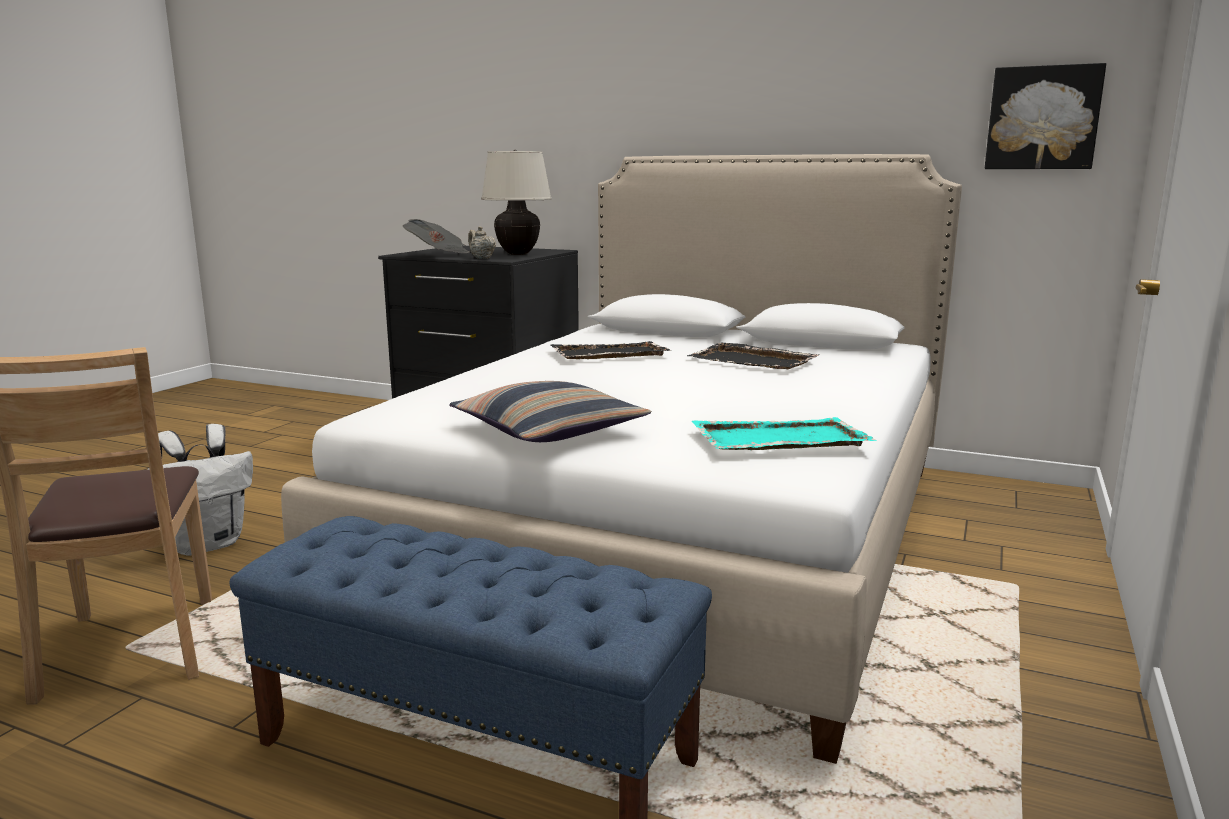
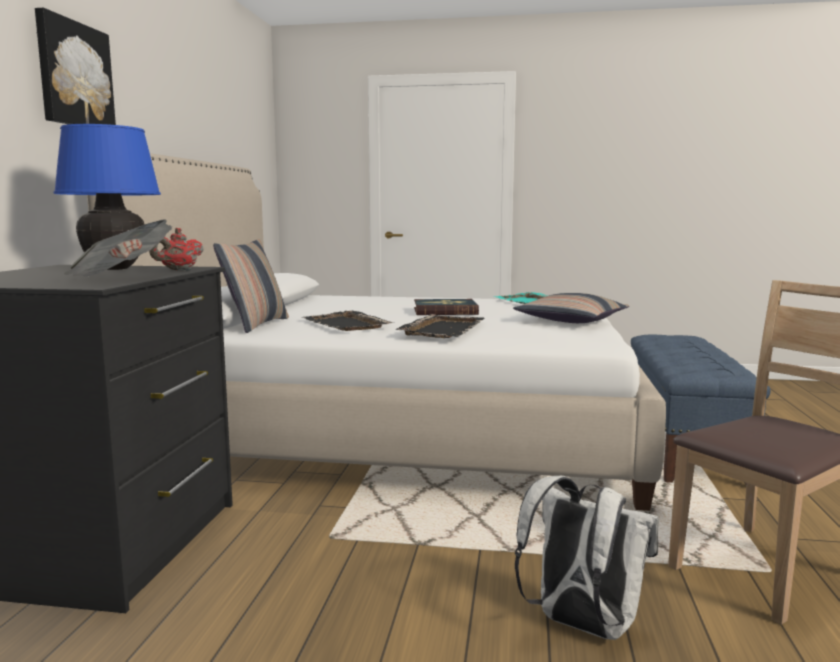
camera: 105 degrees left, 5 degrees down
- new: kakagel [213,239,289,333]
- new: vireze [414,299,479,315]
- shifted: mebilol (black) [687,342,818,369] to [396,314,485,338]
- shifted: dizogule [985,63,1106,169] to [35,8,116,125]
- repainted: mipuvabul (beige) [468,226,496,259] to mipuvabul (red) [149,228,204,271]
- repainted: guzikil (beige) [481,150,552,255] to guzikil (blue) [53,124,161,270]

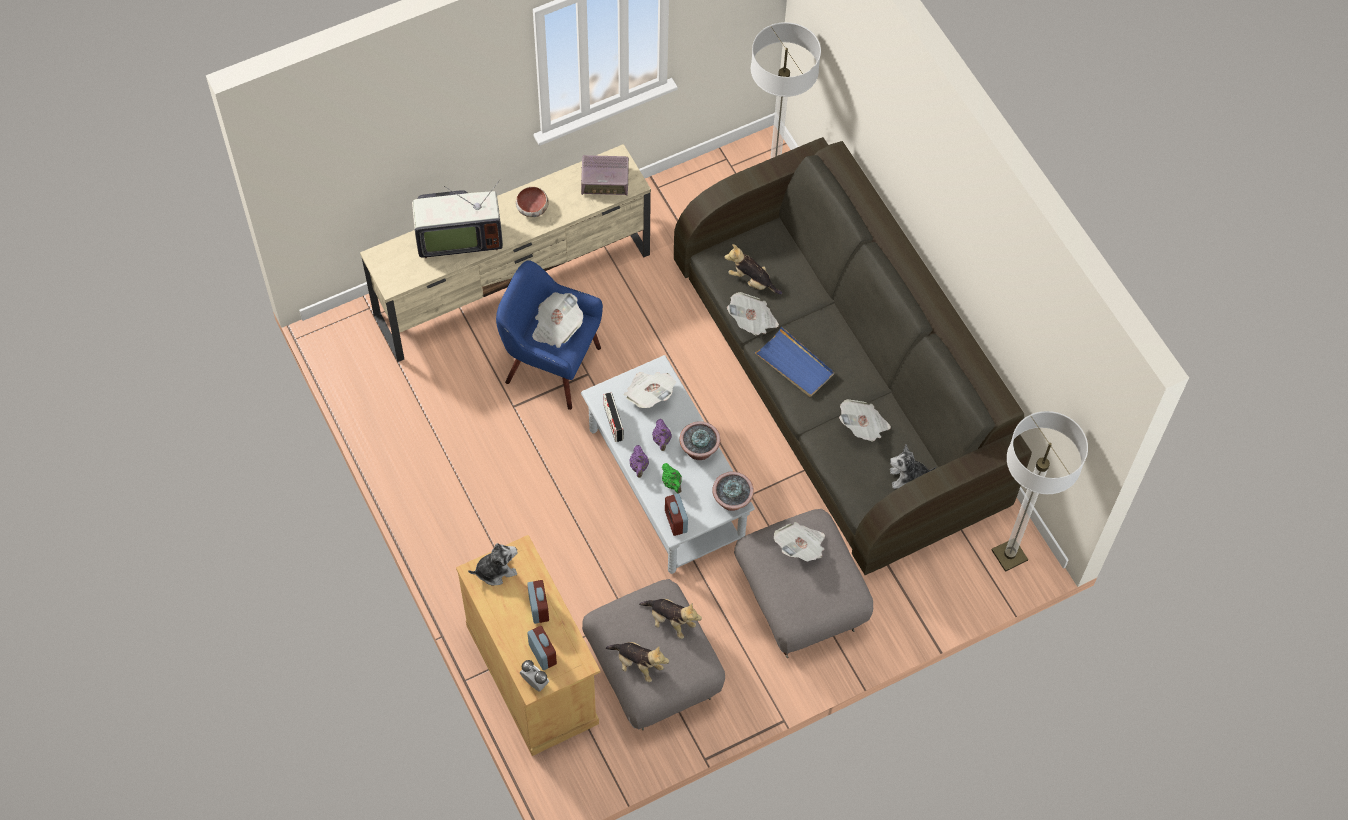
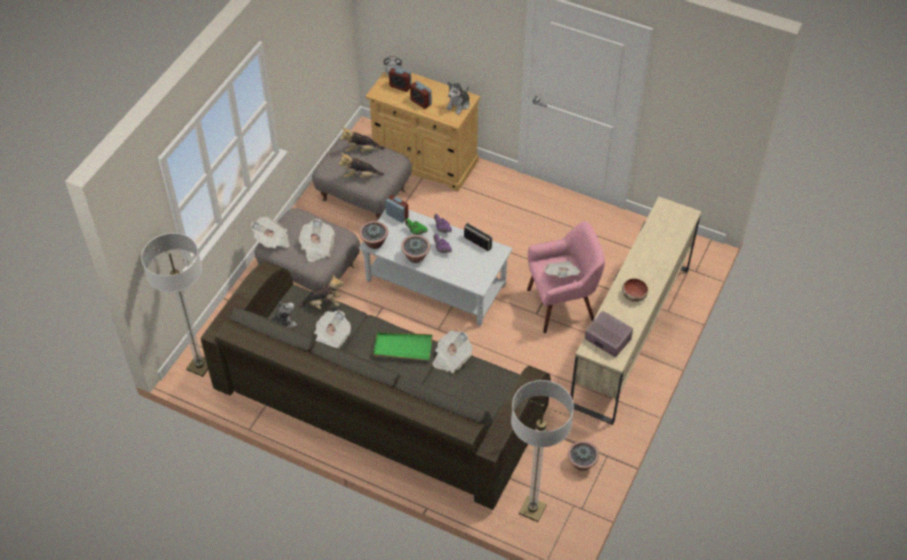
camera: 145 degrees right, 10 degrees down
- gone: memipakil [412,180,503,258]
- new: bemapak [568,441,599,471]
- shifted: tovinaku [624,372,676,408] to [251,217,289,249]
- shifted: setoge [724,244,782,295] to [298,275,344,309]
- repainted: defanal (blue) [496,260,603,410] to defanal (pink) [527,221,605,333]
- repainted: mebilol (blue) [754,326,834,397] to mebilol (green) [373,332,433,361]
- rotated: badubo [581,155,629,196] = [585,311,633,357] 75 degrees clockwise

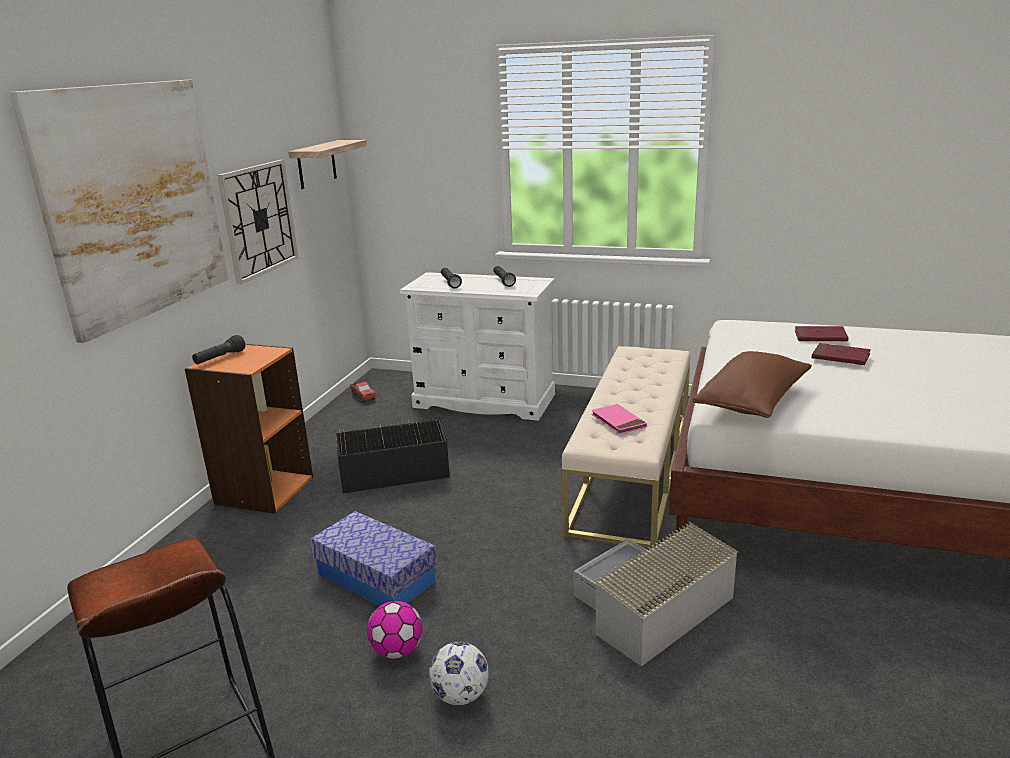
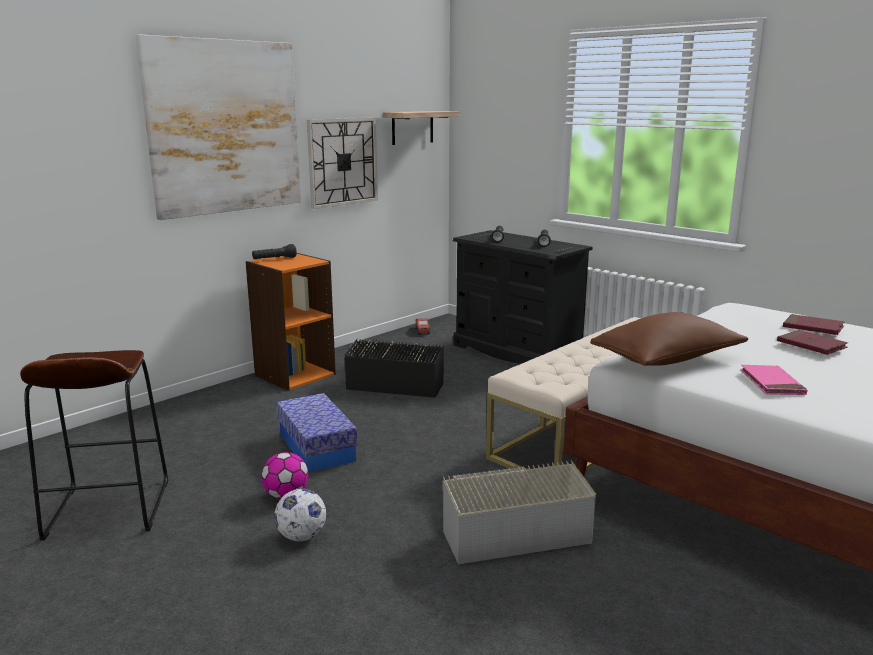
camera: 25 degrees right, 5 degrees down
- shifted: vireze (pink) [591,404,647,434] to [740,365,808,395]
- repainted: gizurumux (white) [400,272,555,421] to gizurumux (black) [453,230,593,364]

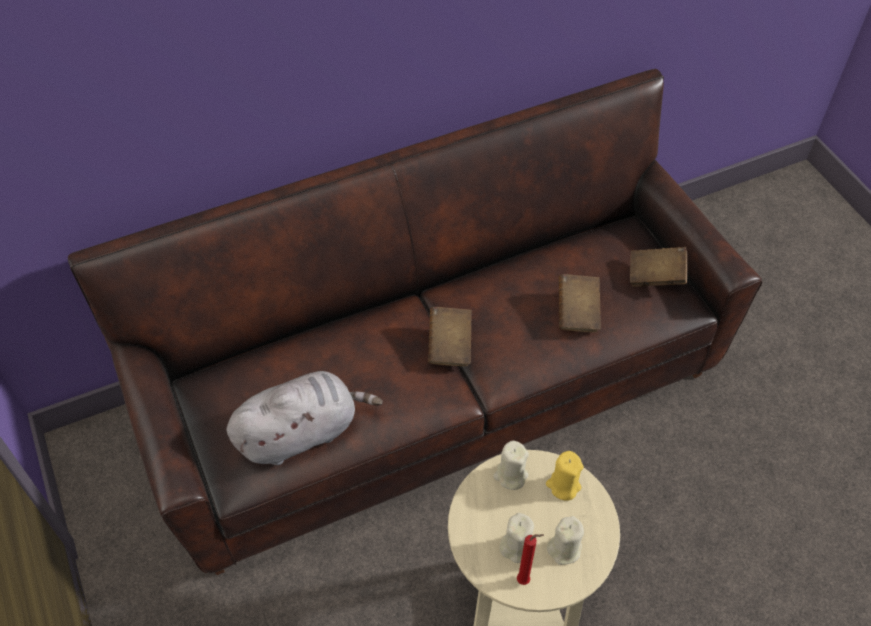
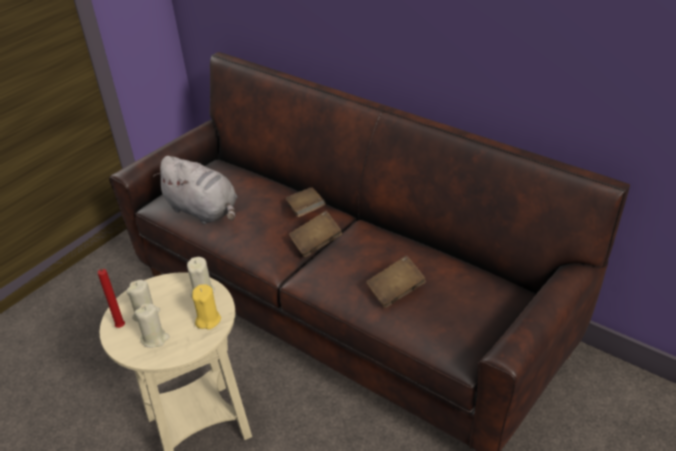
camera: 65 degrees right, 15 degrees down
- shifted: vireze (brown) [630,247,687,287] to [285,187,325,217]

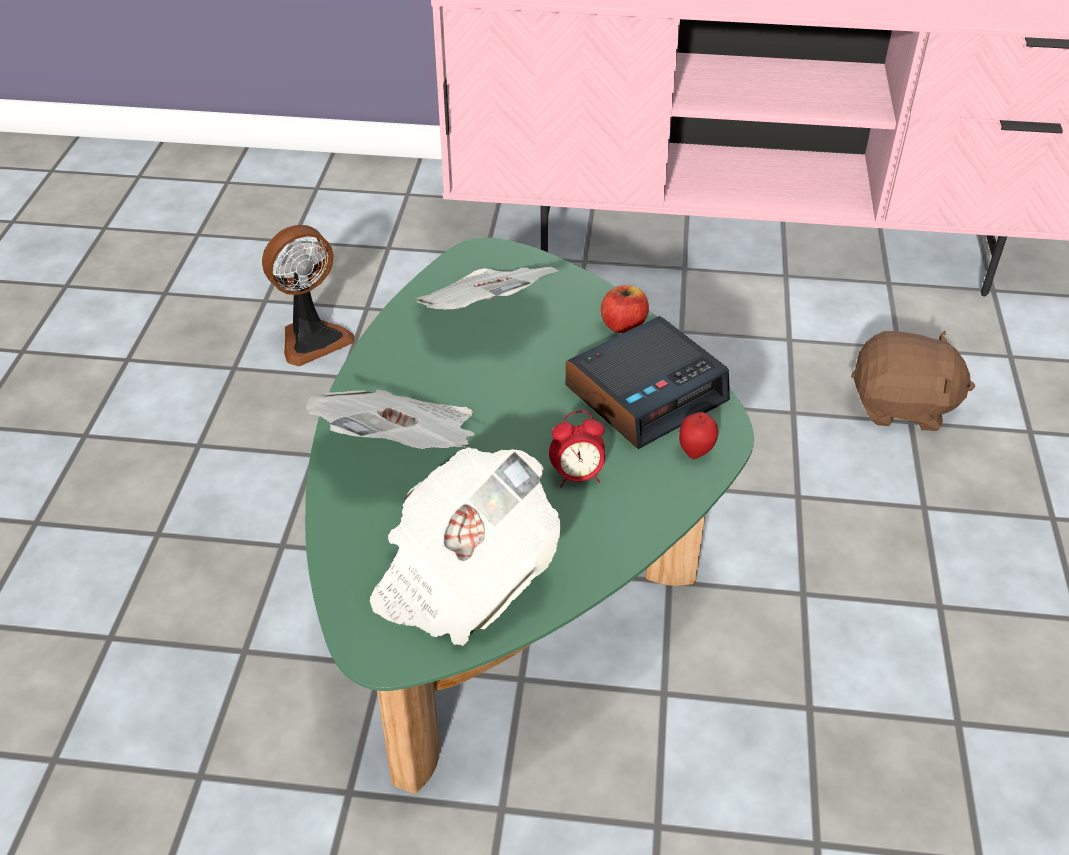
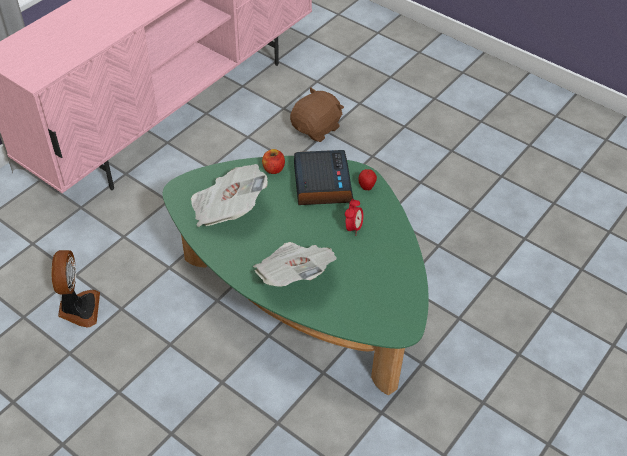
camera: 60 degrees left, 5 degrees up
- gone: tovinaku [370,447,561,646]

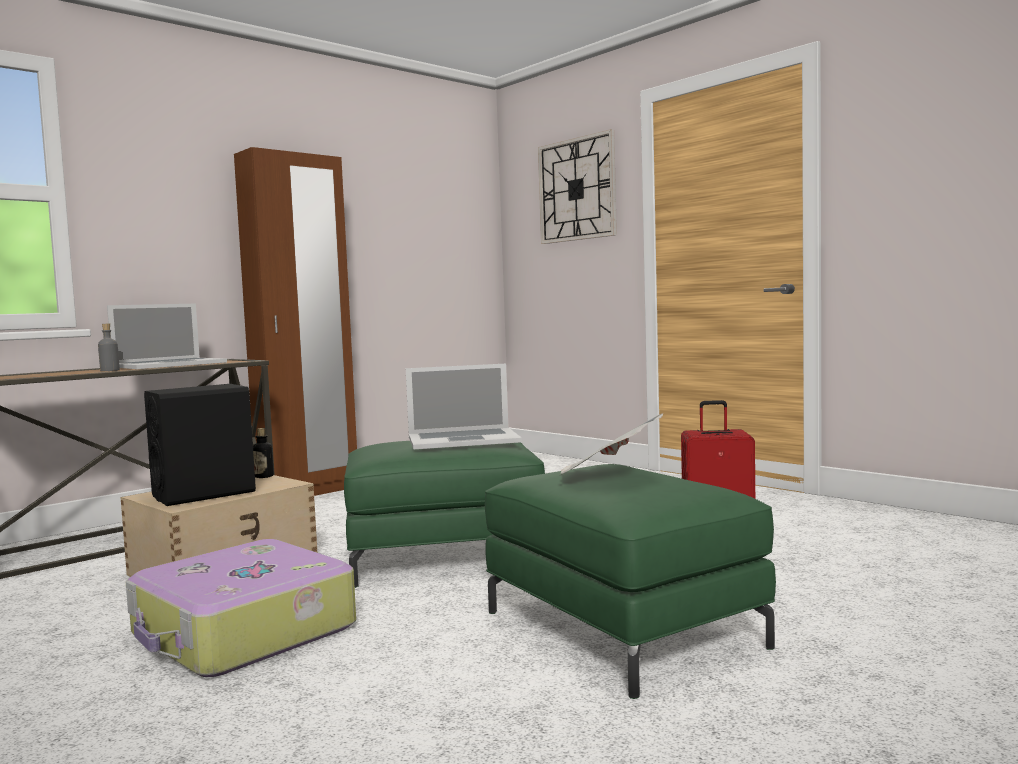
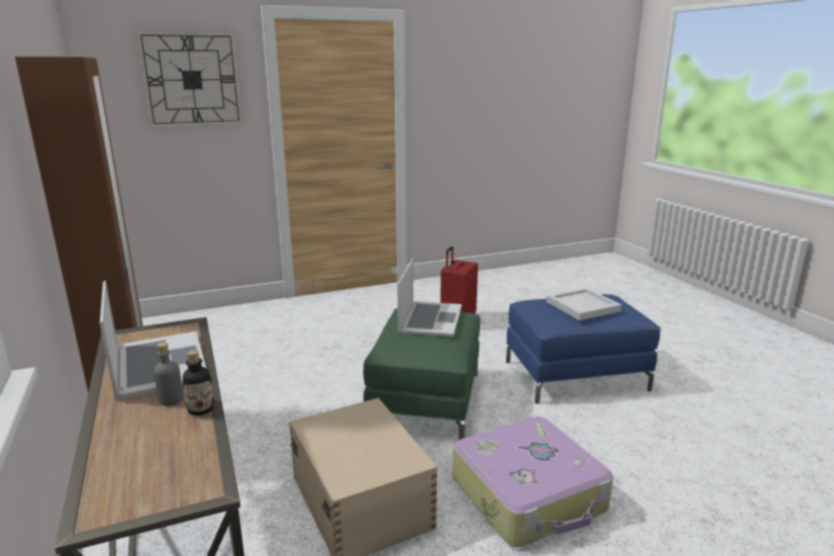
camera: 70 degrees left, 15 degrees up
- gone: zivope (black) [144,384,256,506]
- shifted: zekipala [253,428,274,478] to [182,350,214,416]
- swapped: tovinaku [561,414,663,475] to mebilol (white) [547,288,621,321]
- repainted: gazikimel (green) [485,464,776,699] to gazikimel (blue) [506,294,660,404]

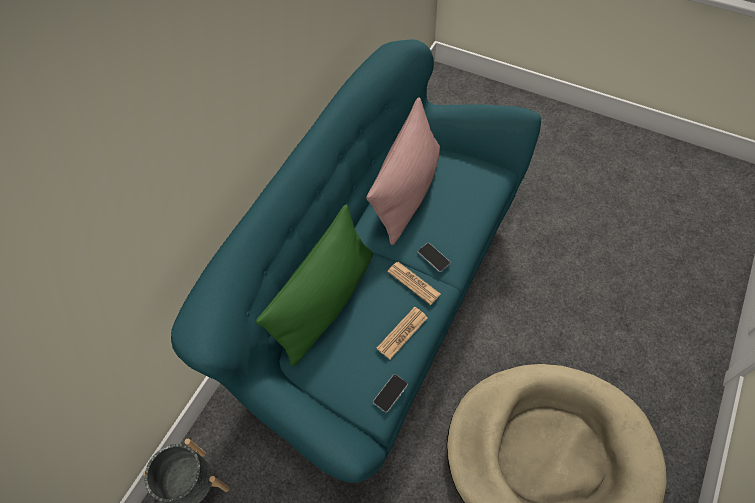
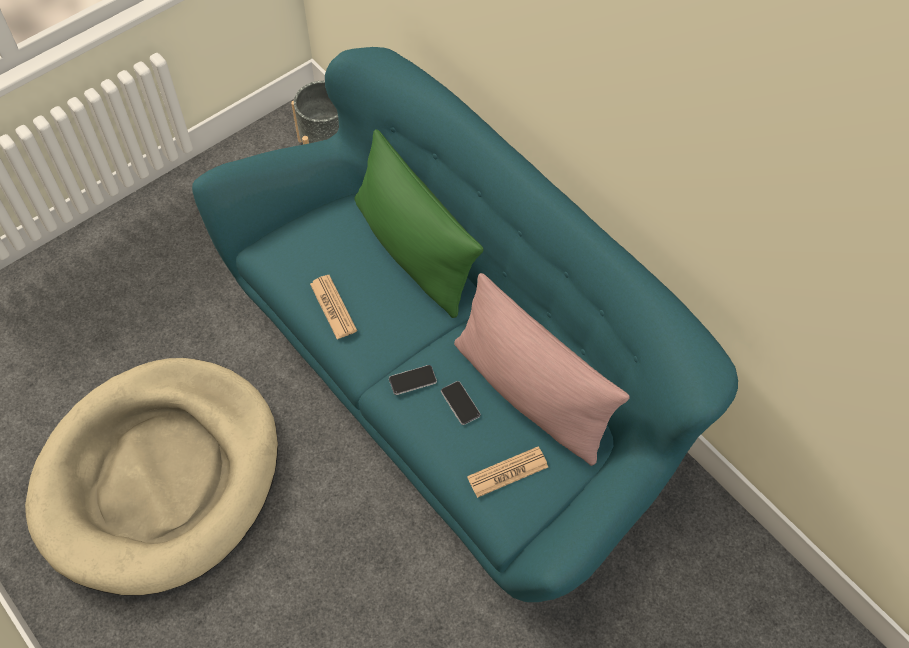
camera: 110 degrees right, 0 degrees up
- shifted: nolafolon [373,374,408,412] to [441,381,481,425]
- shifted: tovinaku [387,262,441,305] to [467,447,548,498]

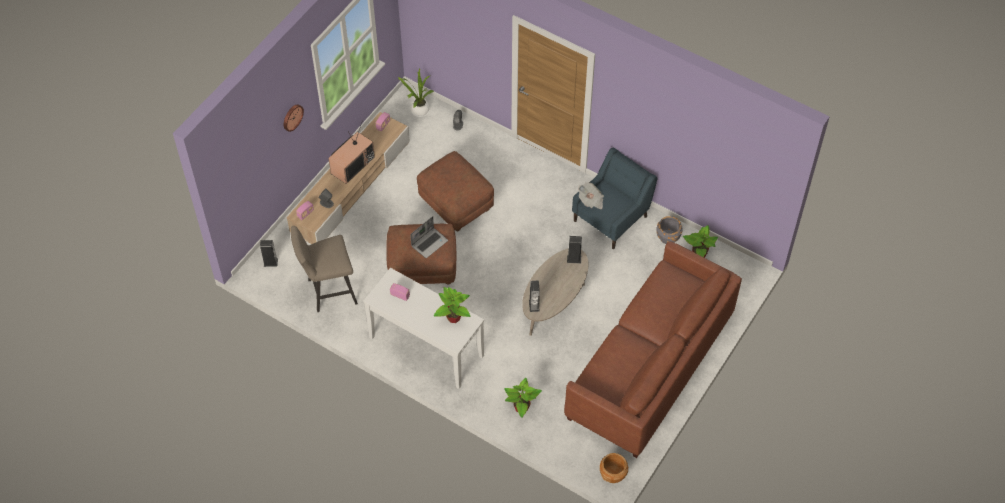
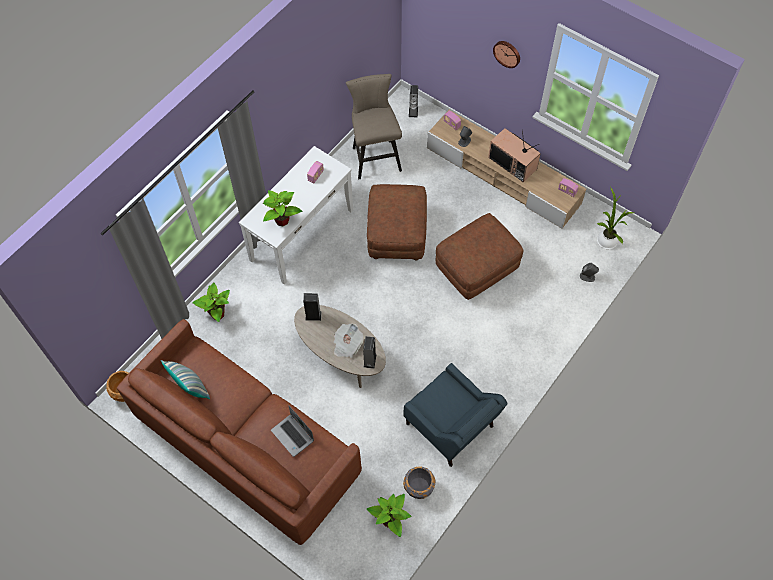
camera: 95 degrees right, 5 degrees up
- new: kakagel [161,360,210,399]
- shifted: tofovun [410,216,448,258] to [271,405,314,457]
- shifted: tovinaku [578,182,604,209] to [333,323,364,358]

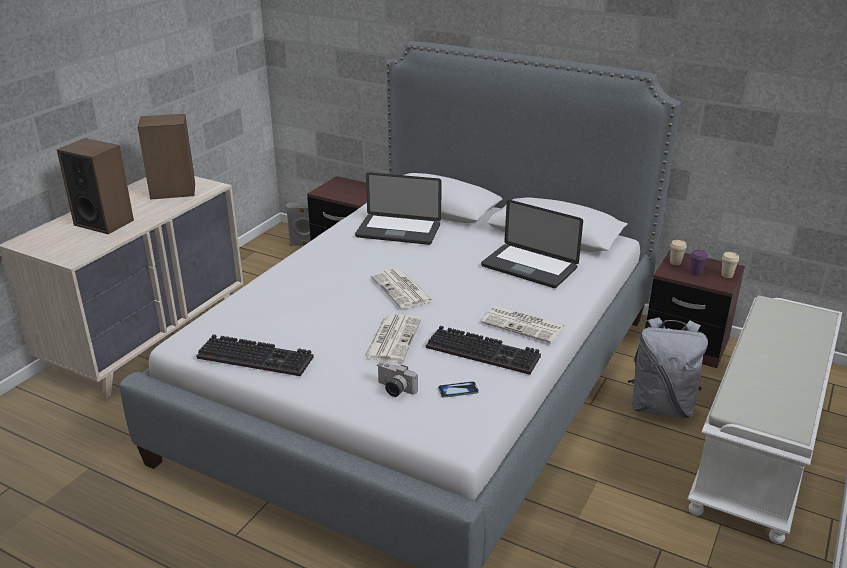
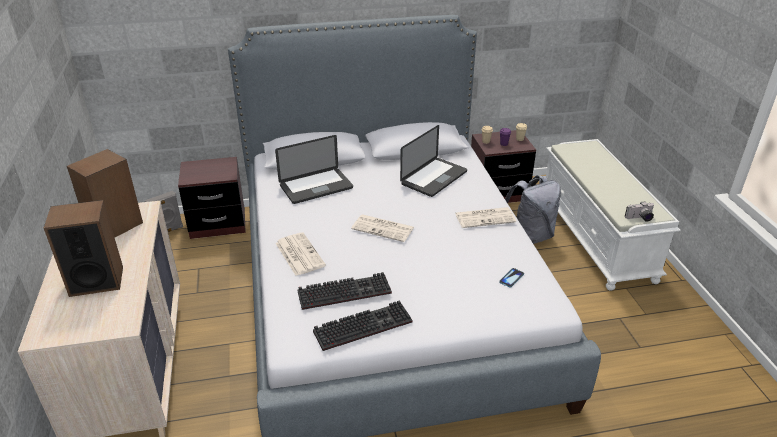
camera: 40 degrees left, 5 degrees up
- shifted: tovinaku [363,314,421,362] to [275,232,326,276]
- shifted: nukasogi [378,362,418,397] to [625,202,655,222]
- shifted: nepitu [426,326,541,375] to [298,272,392,310]
- rotated: tofovun [481,200,583,288] = [400,125,467,197] 45 degrees counterclockwise

